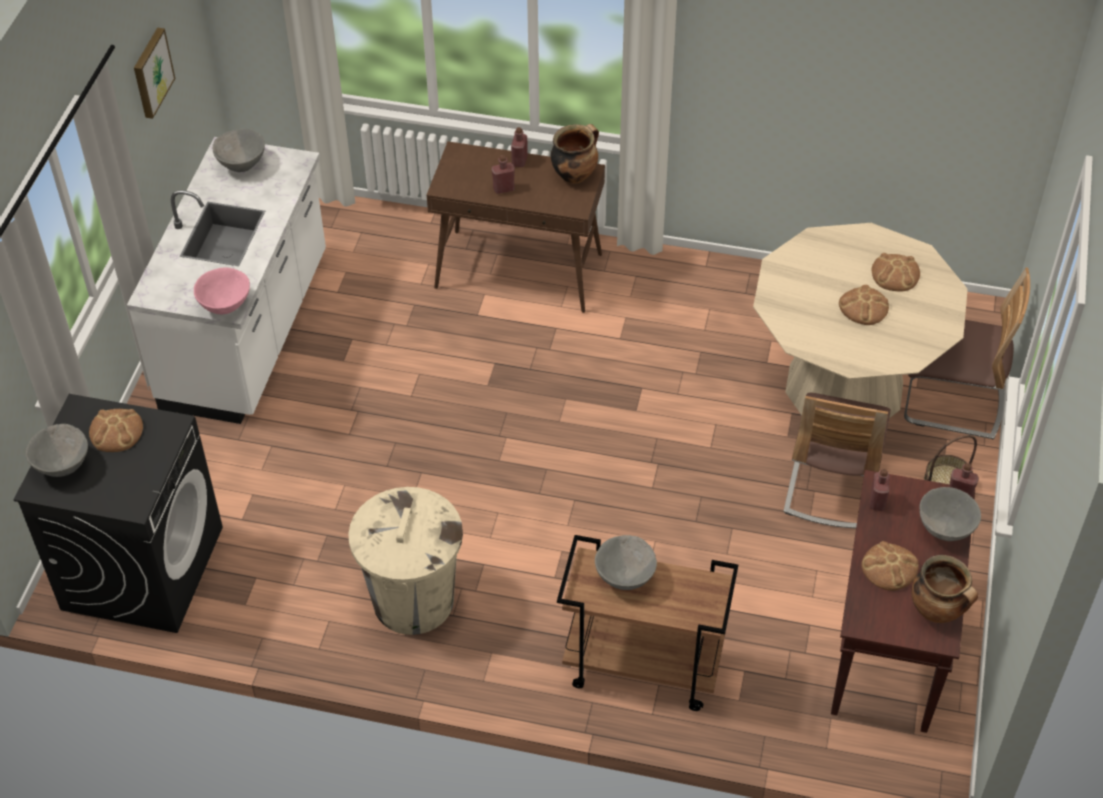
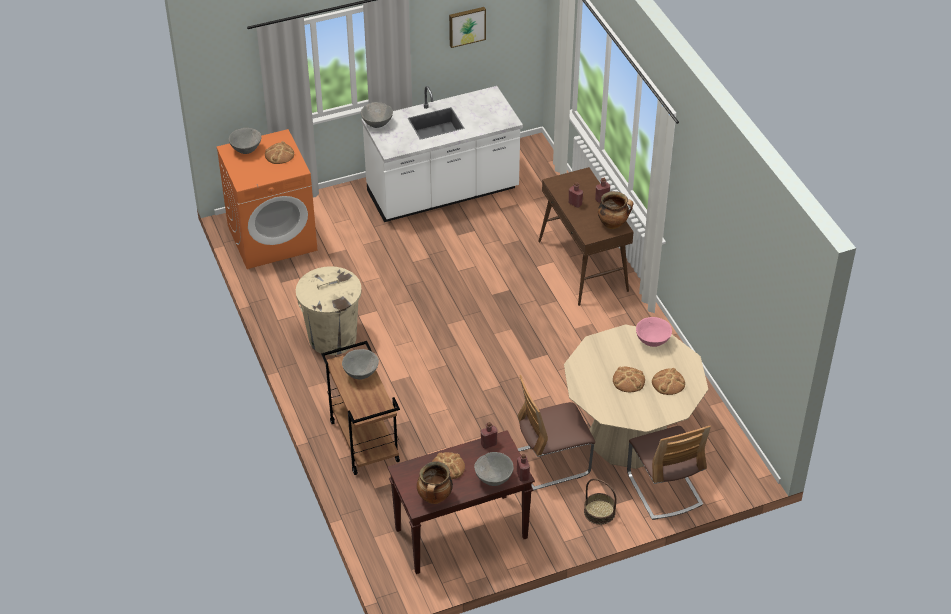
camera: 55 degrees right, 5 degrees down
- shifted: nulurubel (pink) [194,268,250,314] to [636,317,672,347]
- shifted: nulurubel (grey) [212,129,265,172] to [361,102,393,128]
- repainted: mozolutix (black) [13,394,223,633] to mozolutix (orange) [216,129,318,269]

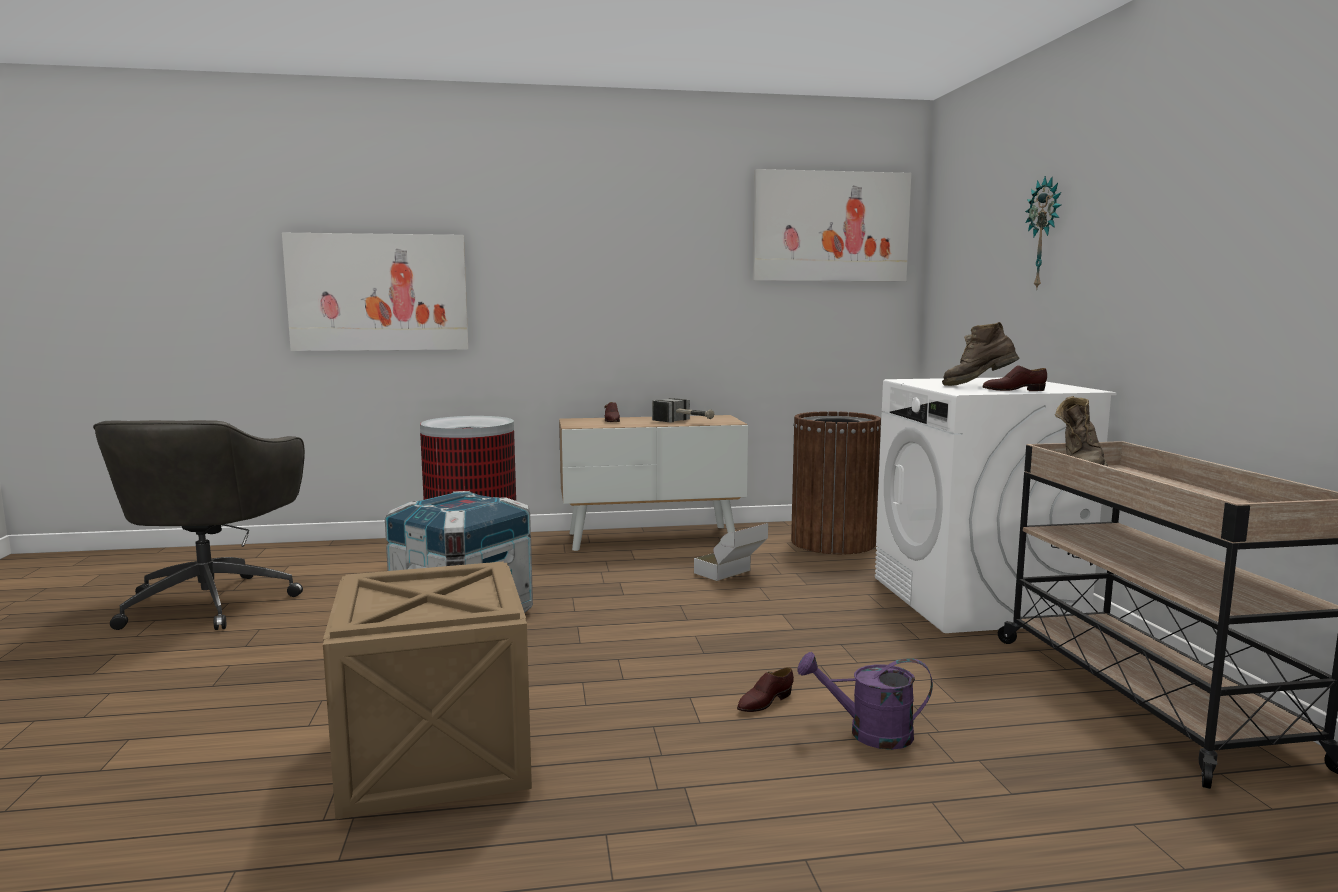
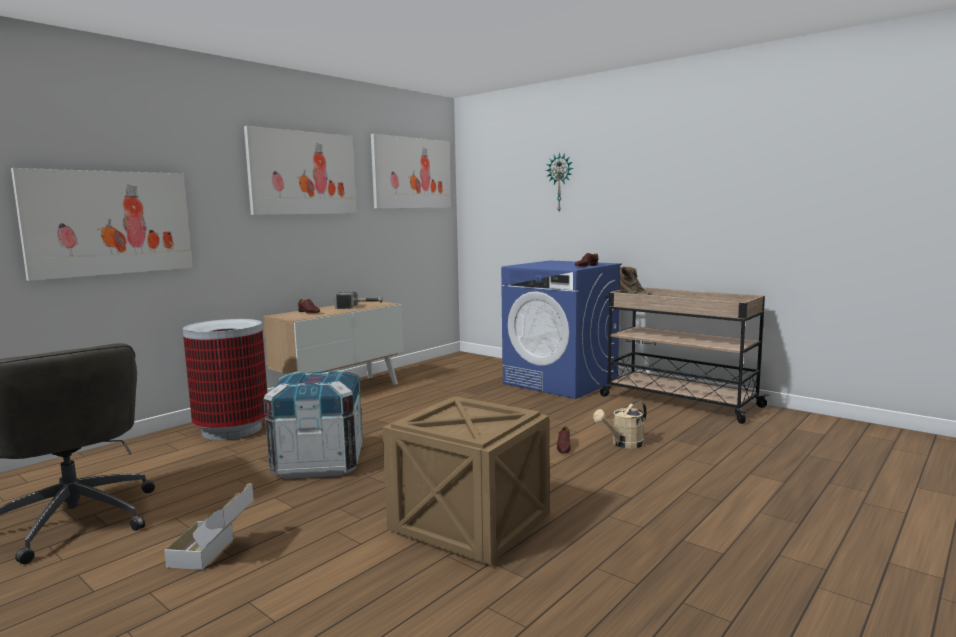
camera: 40 degrees left, 0 degrees up
- gone: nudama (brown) [791,411,881,554]
- gone: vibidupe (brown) [942,322,1020,386]
- new: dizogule [244,126,356,215]
- shifted: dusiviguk [694,523,768,581] to [164,483,254,570]
- repainted: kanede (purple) [797,652,933,750] to kanede (beige) [593,401,647,449]
- repainted: mozolutix (white) [875,378,1117,633] to mozolutix (blue) [501,260,622,399]

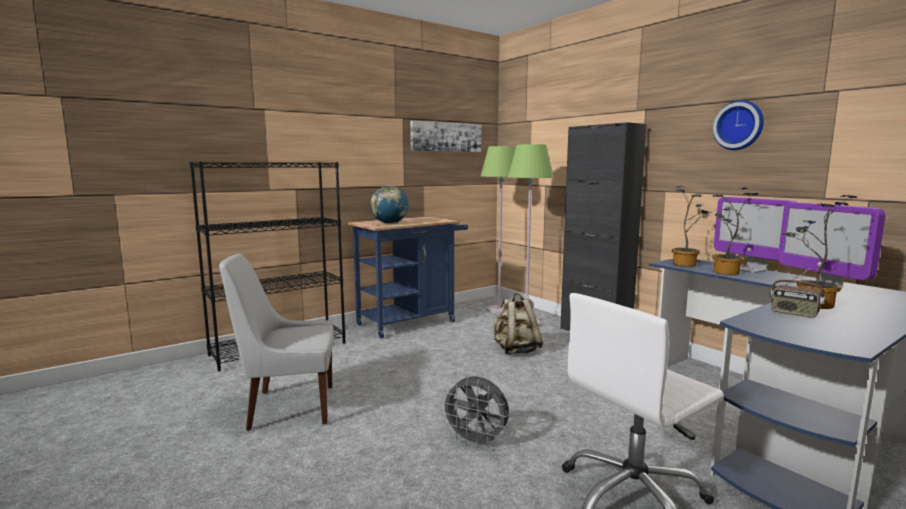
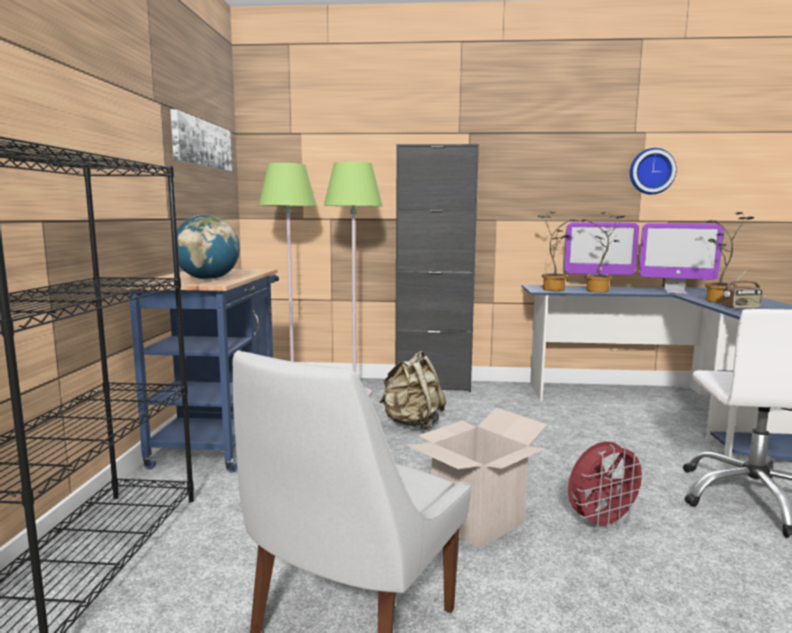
camera: 50 degrees left, 0 degrees up
- new: dusiviguk [407,408,547,549]
- shifted: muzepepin [713,100,764,150] to [630,148,677,195]
- repainted: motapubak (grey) [440,376,509,449] to motapubak (red) [568,441,649,532]

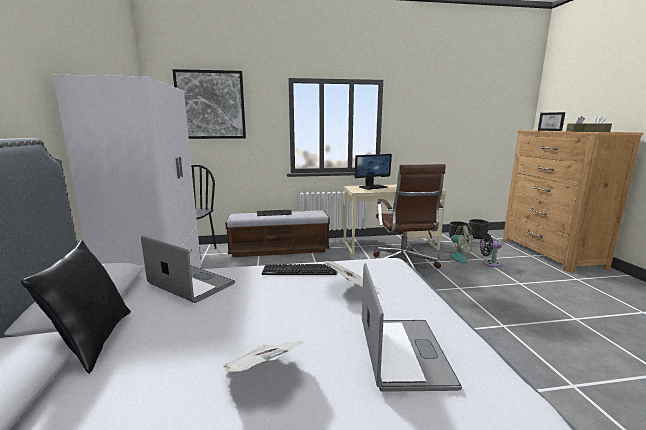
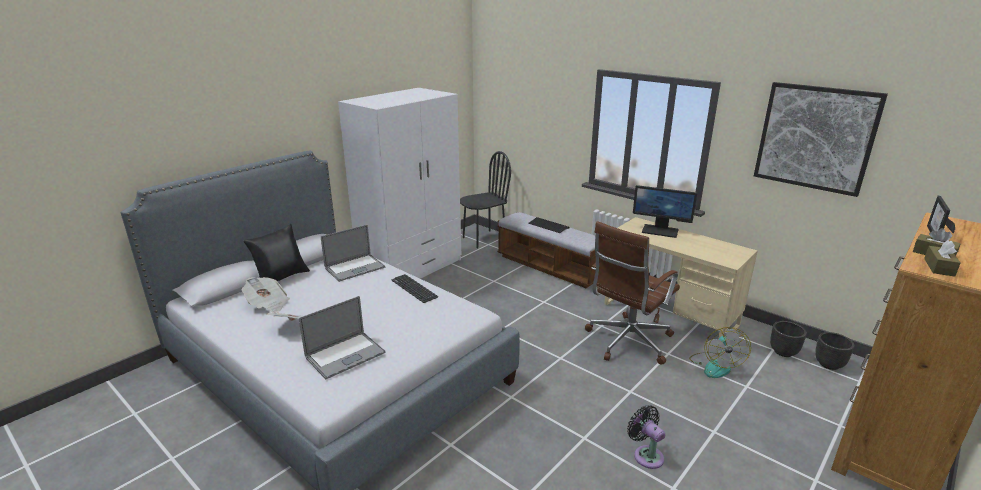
camera: 50 degrees right, 10 degrees up
- shifted: dizogule [172,69,246,139] to [754,82,888,197]
- shifted: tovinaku [324,261,380,289] to [242,277,290,313]
- shifted: motapubak (black) [480,233,502,267] to [627,405,665,469]
- rotated: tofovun [141,235,235,303] = [321,225,385,282] 60 degrees clockwise

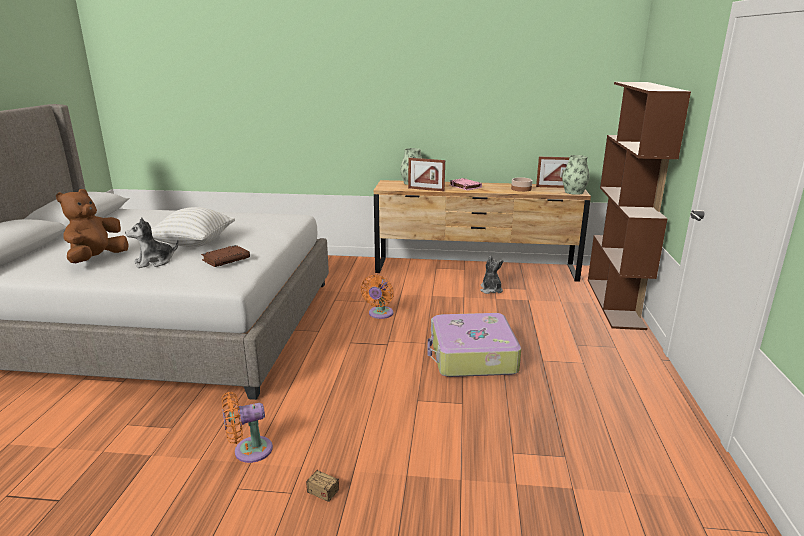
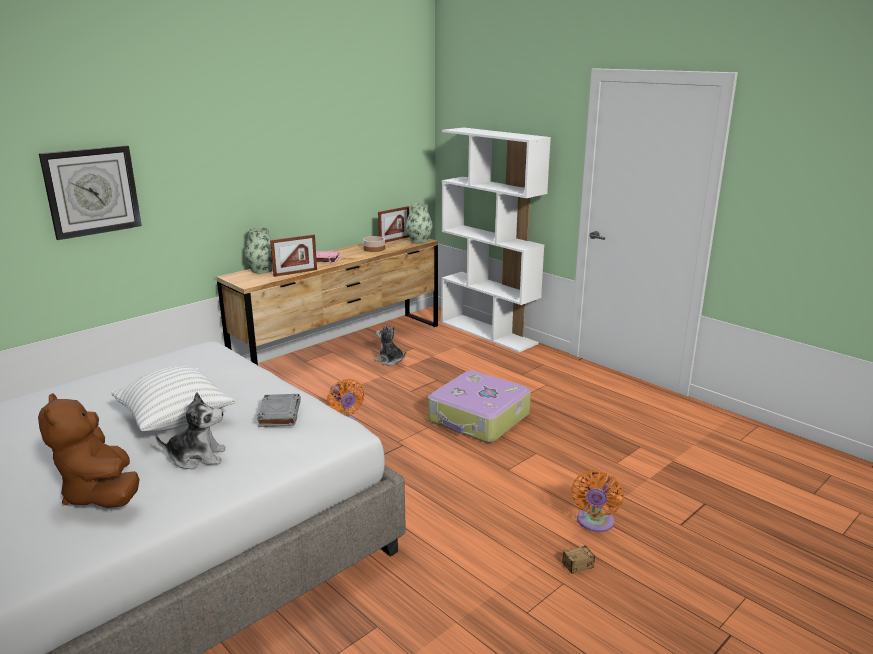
camera: 50 degrees left, 0 degrees up
- new: muzepepin [39,145,142,240]
- shifted: motapubak (orange) [222,392,273,463] to [571,470,624,532]
- repainted: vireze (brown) [201,245,250,267] to vireze (grey) [257,394,301,427]
- repainted: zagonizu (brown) [588,82,691,330] to zagonizu (white) [441,128,551,352]
- rotated: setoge [125,217,179,268] = [155,392,226,470] 105 degrees counterclockwise

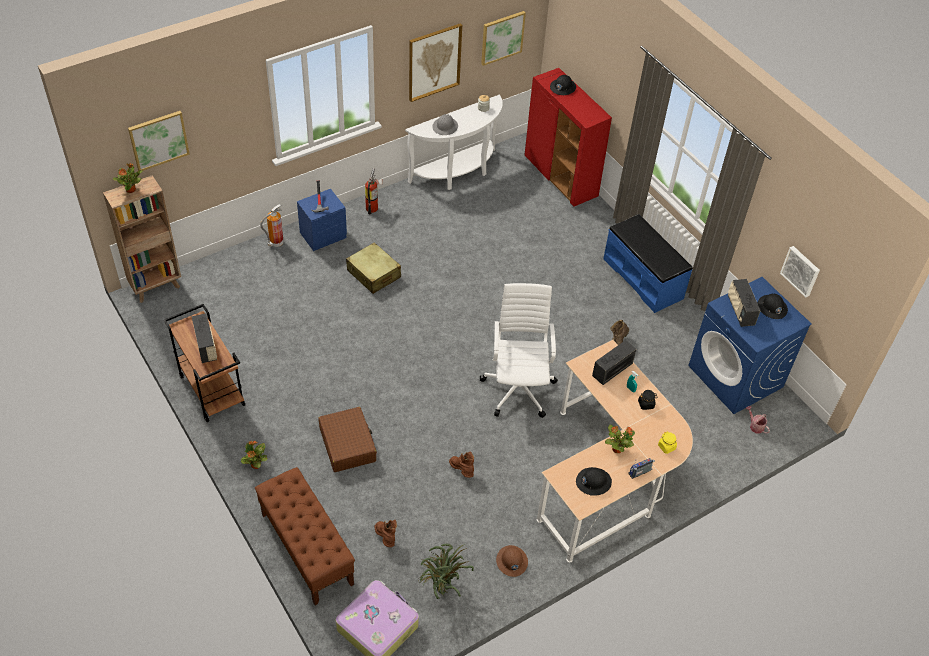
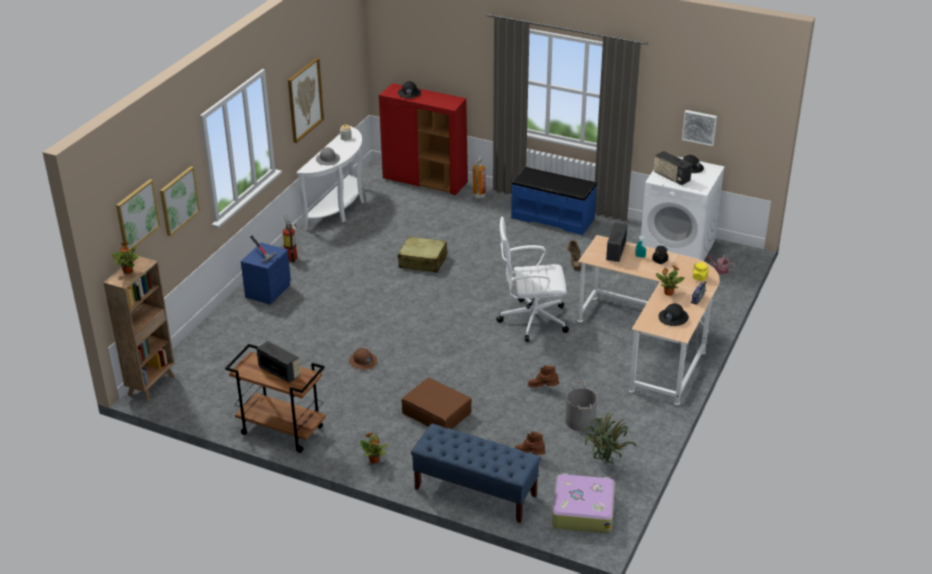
camera: 30 degrees left, 15 degrees down
- new: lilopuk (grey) [565,381,597,431]
- shifted: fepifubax [260,204,284,247] to [473,156,486,199]
- shifted: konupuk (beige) [346,242,401,294] to [398,236,447,273]
- shifted: dizogule [481,11,526,66] to [160,166,200,236]
- shifted: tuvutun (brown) [496,545,528,577] to [349,348,377,370]
- repainted: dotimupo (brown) [255,467,355,605] to dotimupo (blue) [411,424,541,523]
- repainted: mozolutix (blue) [688,277,812,414] to mozolutix (white) [641,156,725,261]
- rotated: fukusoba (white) [480,283,558,418] = [496,217,569,342] 60 degrees counterclockwise

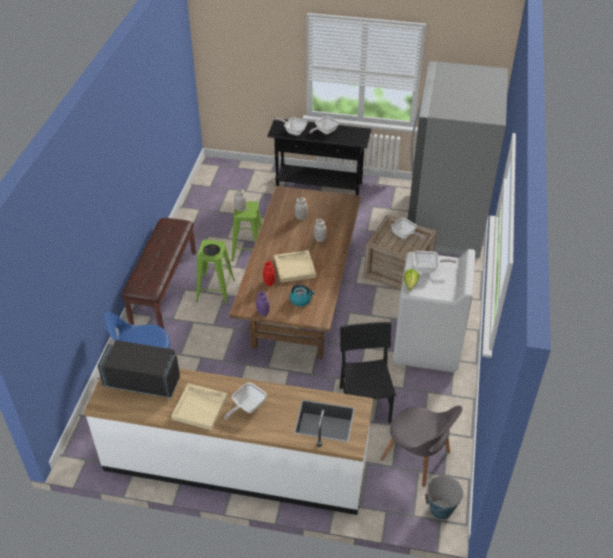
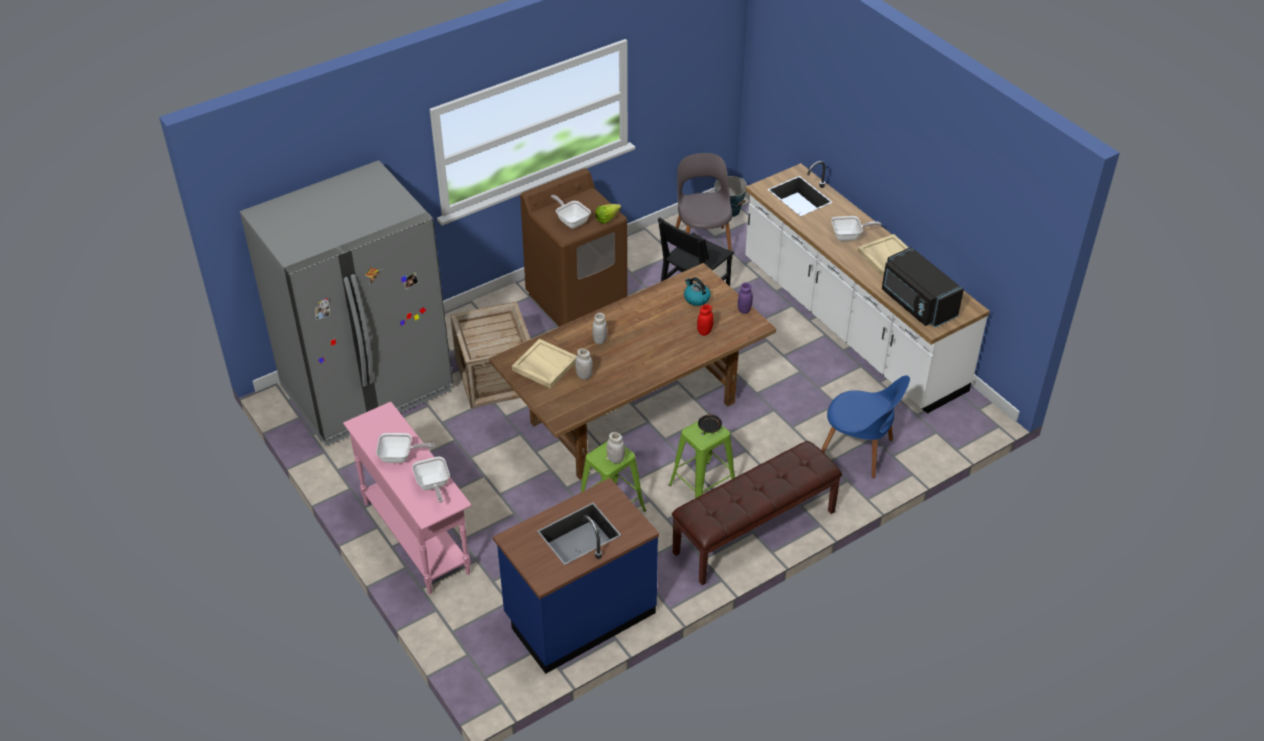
camera: 135 degrees left, 0 degrees up
- gone: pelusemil [391,218,425,240]
- new: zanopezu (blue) [493,478,659,674]
- shifted: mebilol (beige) [274,250,316,283] to [512,339,577,389]
- repainted: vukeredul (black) [267,119,372,195] to vukeredul (pink) [343,402,472,594]
- repainted: mozolutix (white) [393,249,476,373] to mozolutix (brown) [520,168,628,327]

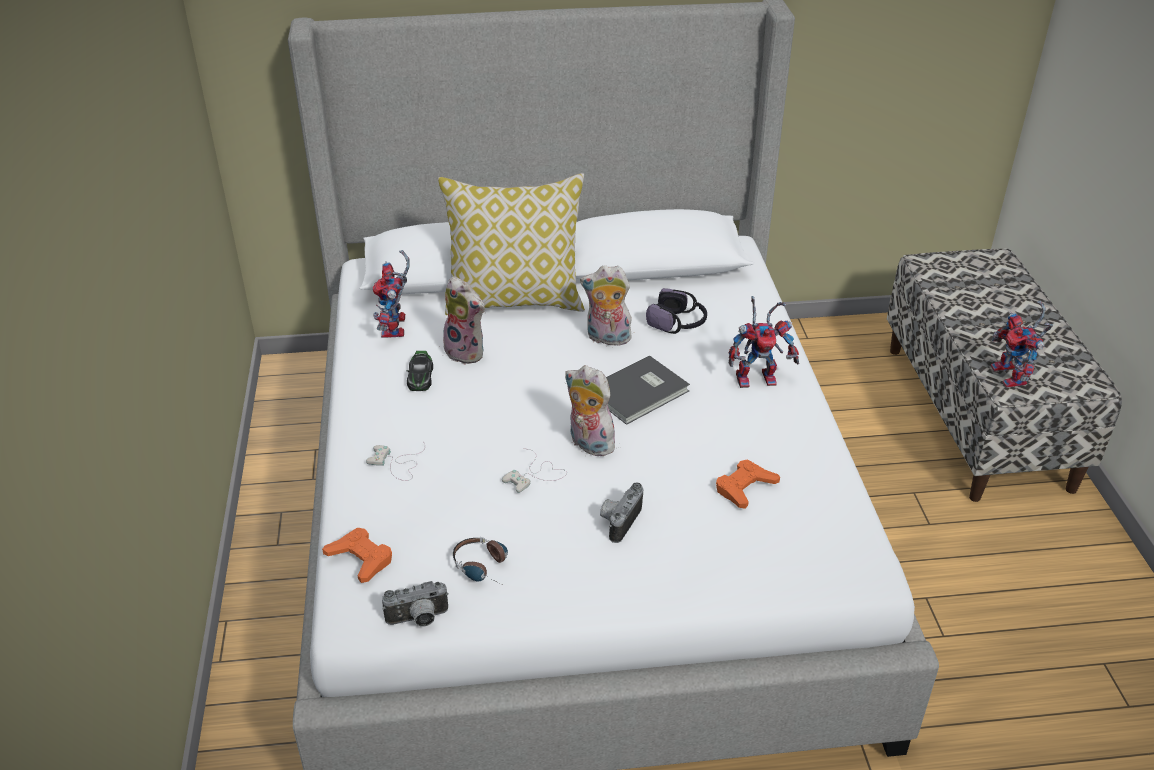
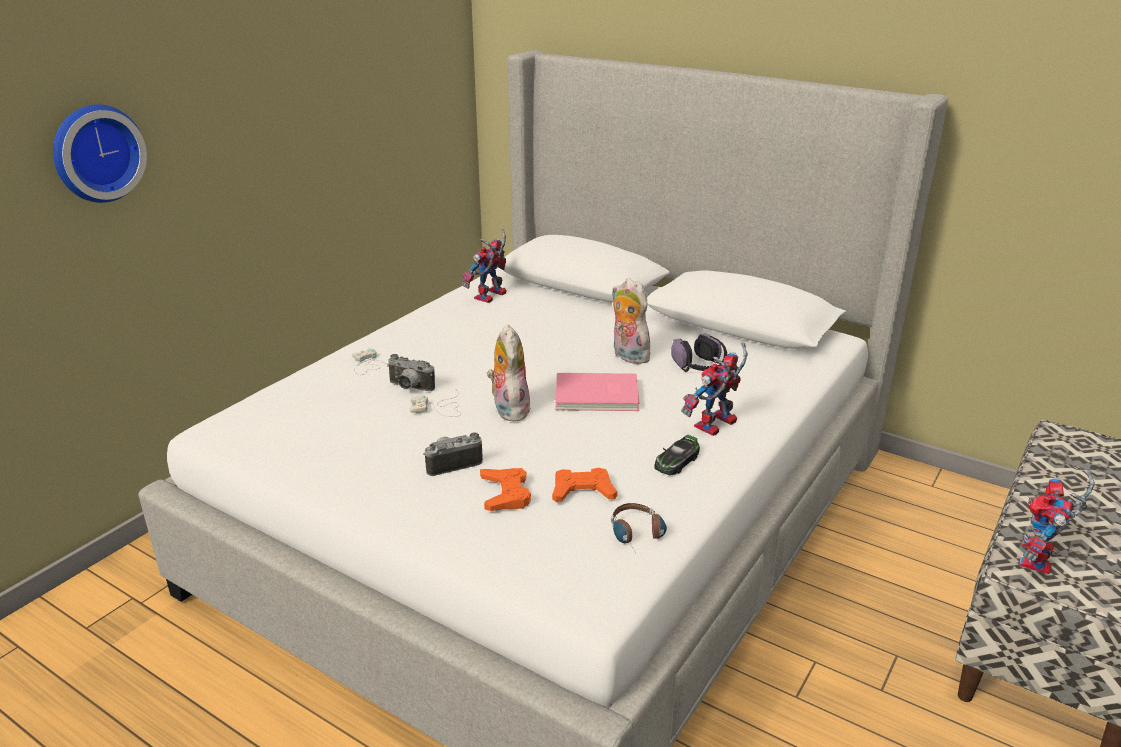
camera: 40 degrees right, 10 degrees down
- gone: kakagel [438,173,585,315]
- gone: setoge [443,276,485,365]
- new: muzepepin [53,105,147,203]
- shifted: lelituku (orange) [322,528,392,583] to [480,468,531,511]
- shifted: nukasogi [382,581,448,627] to [387,354,435,391]
- shifted: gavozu [407,351,433,391] to [654,435,700,475]
- shifted: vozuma [453,537,508,581] to [611,503,667,555]
- repainted: vireze (grey) [606,356,690,425] to vireze (pink) [555,373,640,411]
- rotated: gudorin [729,296,799,388] = [681,343,748,436] 105 degrees clockwise

